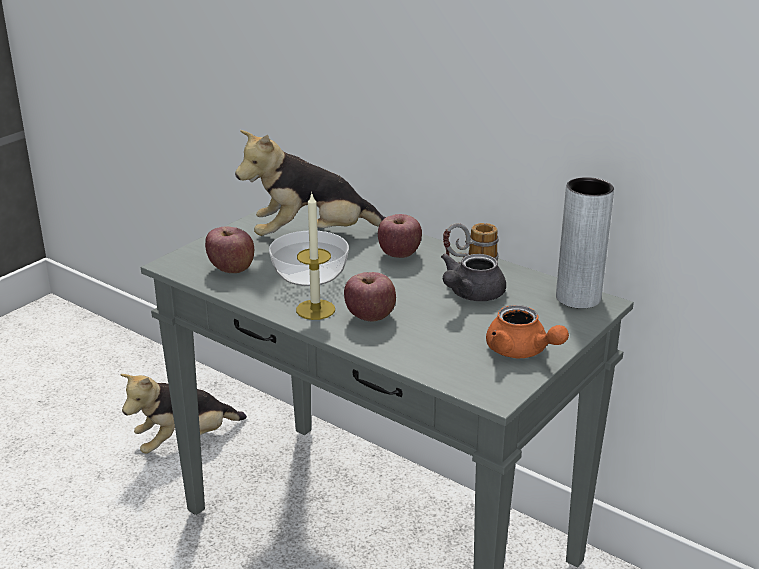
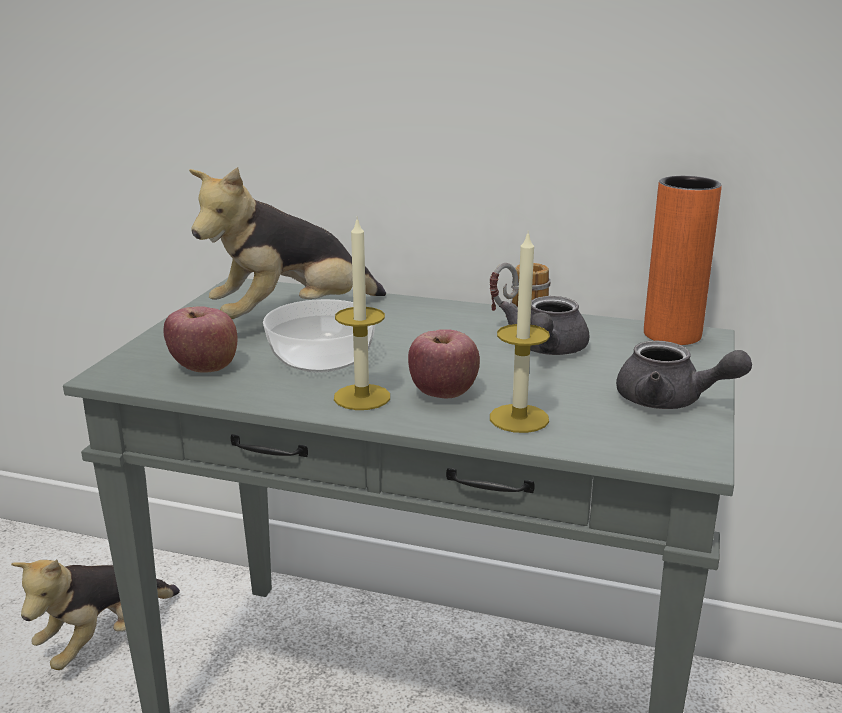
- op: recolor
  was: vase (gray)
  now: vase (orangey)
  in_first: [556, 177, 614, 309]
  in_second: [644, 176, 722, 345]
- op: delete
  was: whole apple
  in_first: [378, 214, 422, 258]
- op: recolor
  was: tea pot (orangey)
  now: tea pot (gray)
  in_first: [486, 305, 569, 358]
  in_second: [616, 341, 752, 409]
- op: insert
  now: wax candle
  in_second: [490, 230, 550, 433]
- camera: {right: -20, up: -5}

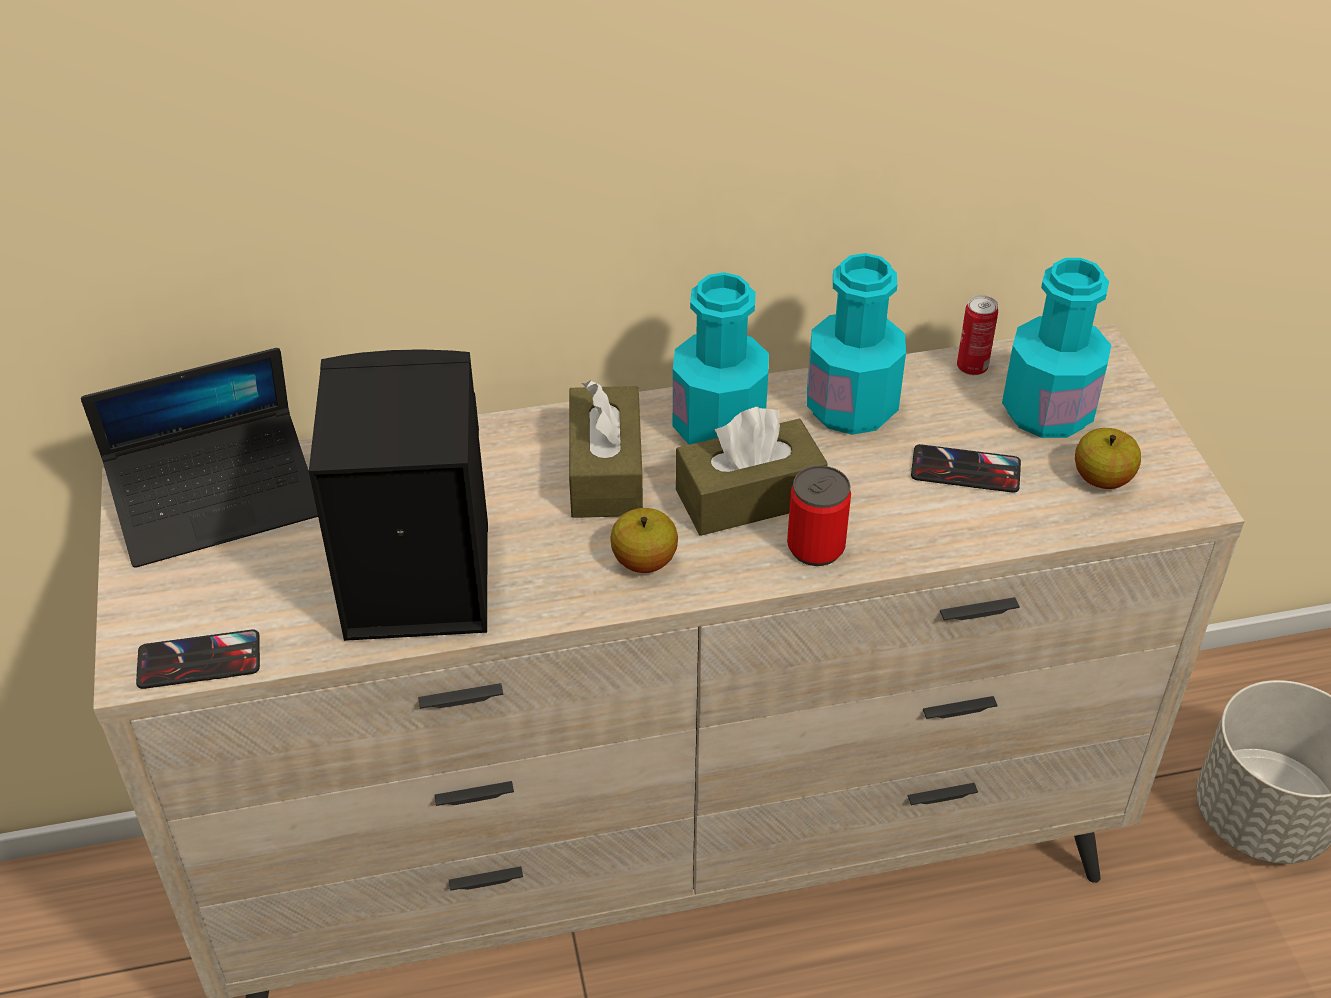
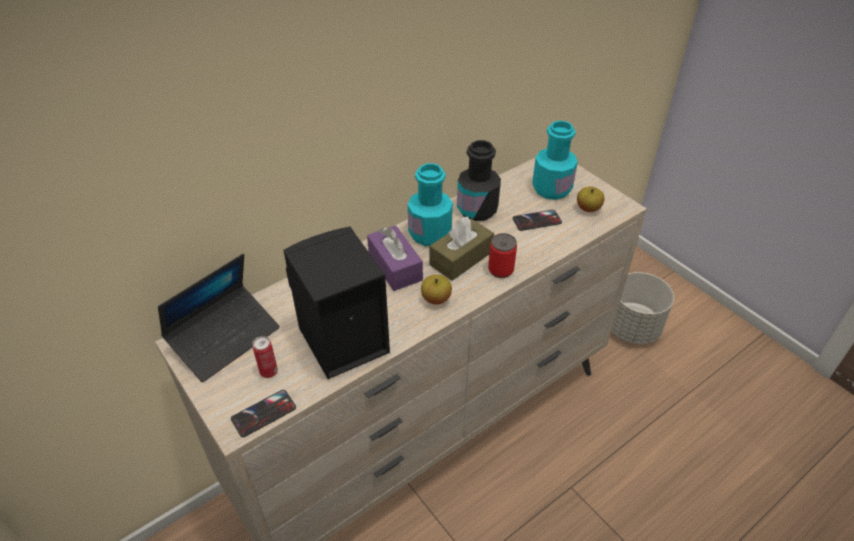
- op: recolor
  was: drink bottle (turquoise)
  now: drink bottle (blackish)
  in_first: [807, 253, 906, 435]
  in_second: [457, 140, 501, 221]
- op: move
  was: metal can
  in_first: [957, 295, 998, 375]
  in_second: [252, 336, 278, 378]
- op: recolor
  was: box of tissues (brown-coloured)
  now: box of tissues (purple-coloured)
  in_first: [569, 380, 643, 518]
  in_second: [367, 225, 423, 291]
- camera: {right: -25, up: 0}

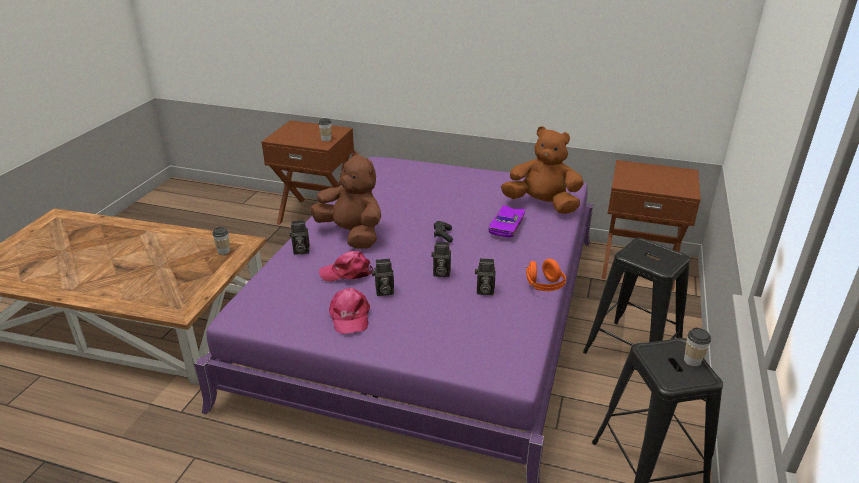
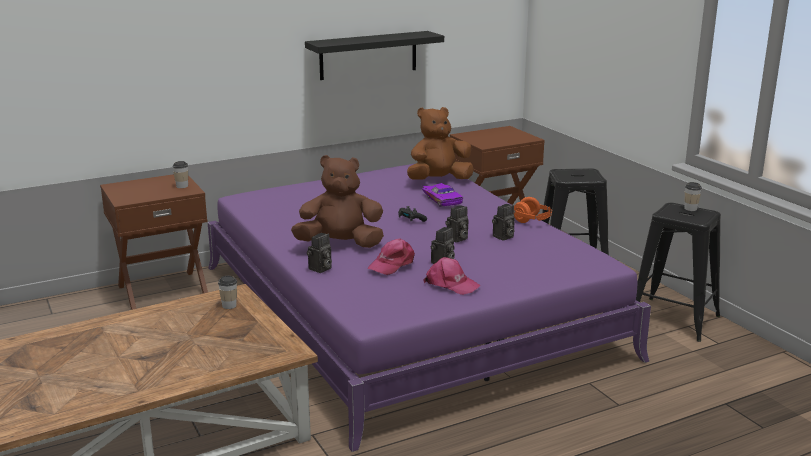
- op: insert
  now: shelf (blackish)
  in_second: [305, 31, 444, 80]
- camera: {right: -45, up: -10}

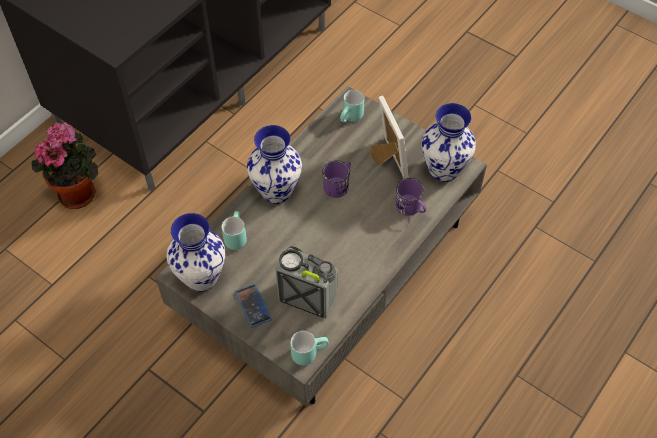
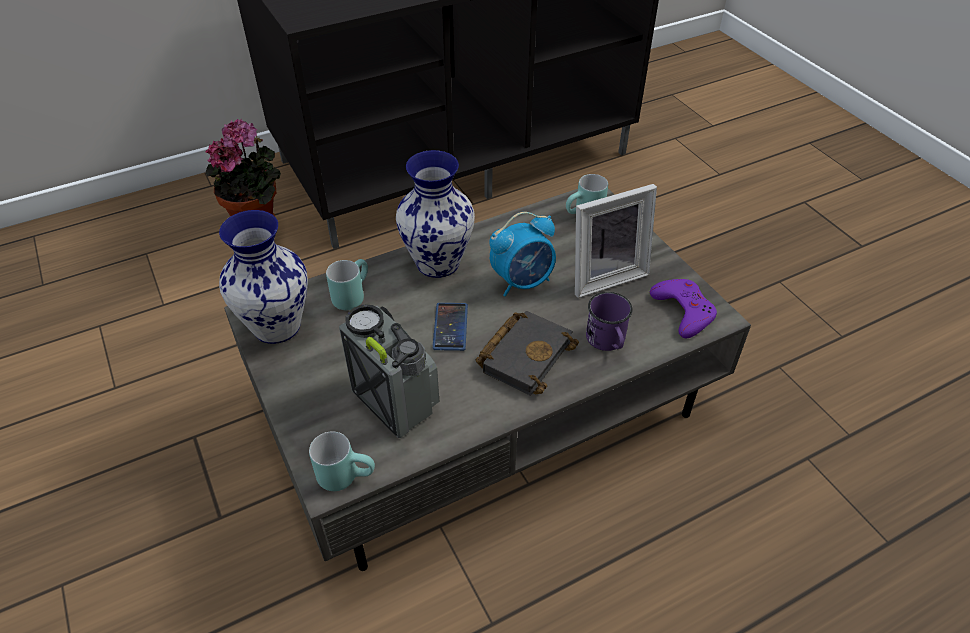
- op: rotate
  was: photo frame
  in_first: [371, 96, 409, 179]
  in_second: [575, 184, 657, 298]
  clockwise: 60
- op: replace
  was: vase
  now: joypad (purple-coloured)
  in_first: [422, 103, 476, 182]
  in_second: [650, 279, 717, 338]
- op: replace
  was: mug (purple-coloured)
  now: bedside clock
  in_first: [322, 160, 351, 198]
  in_second: [489, 212, 556, 297]
- op: move
  was: handset
  in_first: [235, 284, 272, 328]
  in_second: [433, 303, 468, 351]
- op: insert
  now: book (blackish)
  in_second: [476, 311, 579, 396]
- camera: {right: 25, up: -10}

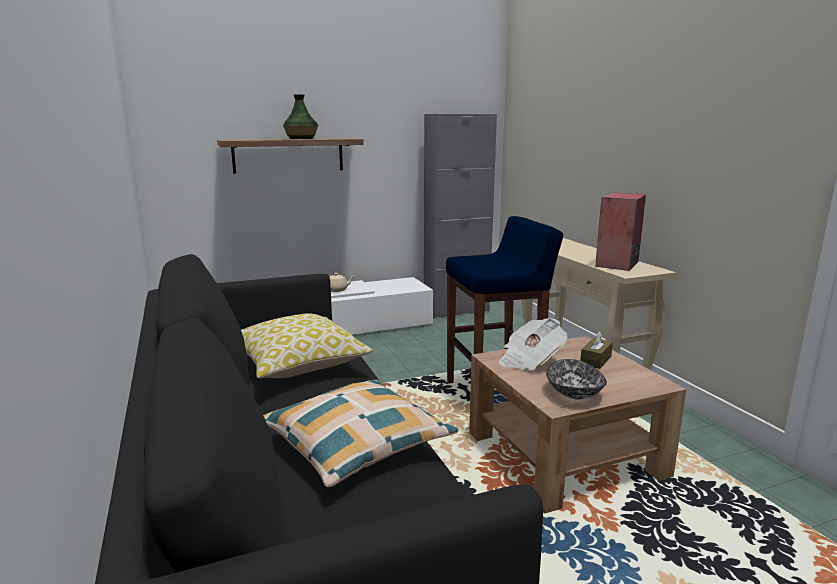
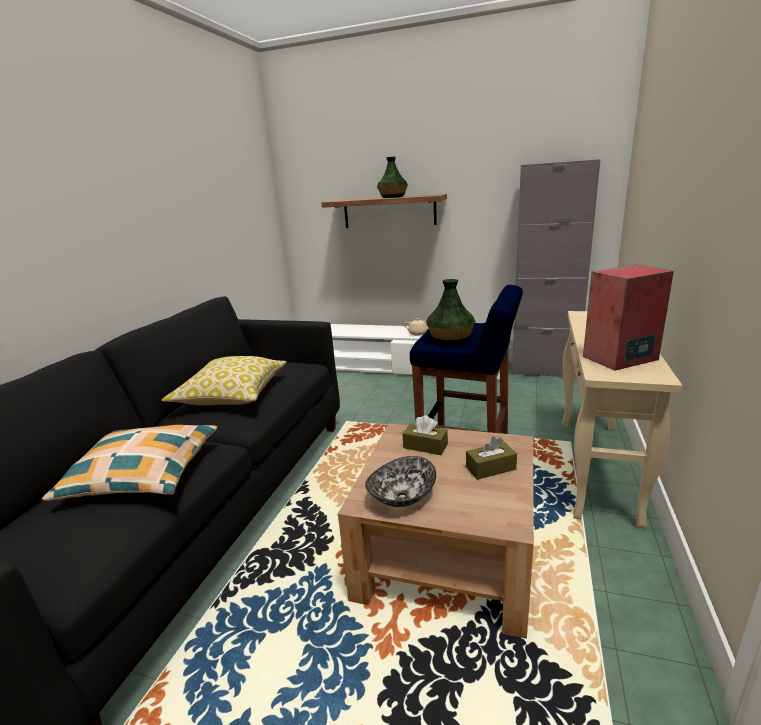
- op: replace
  was: printed paper
  now: box of tissues (brown-coloured)
  in_first: [499, 318, 568, 371]
  in_second: [402, 415, 448, 455]
- op: insert
  now: vase
  in_second: [426, 279, 476, 344]
- camera: {right: 40, up: 5}

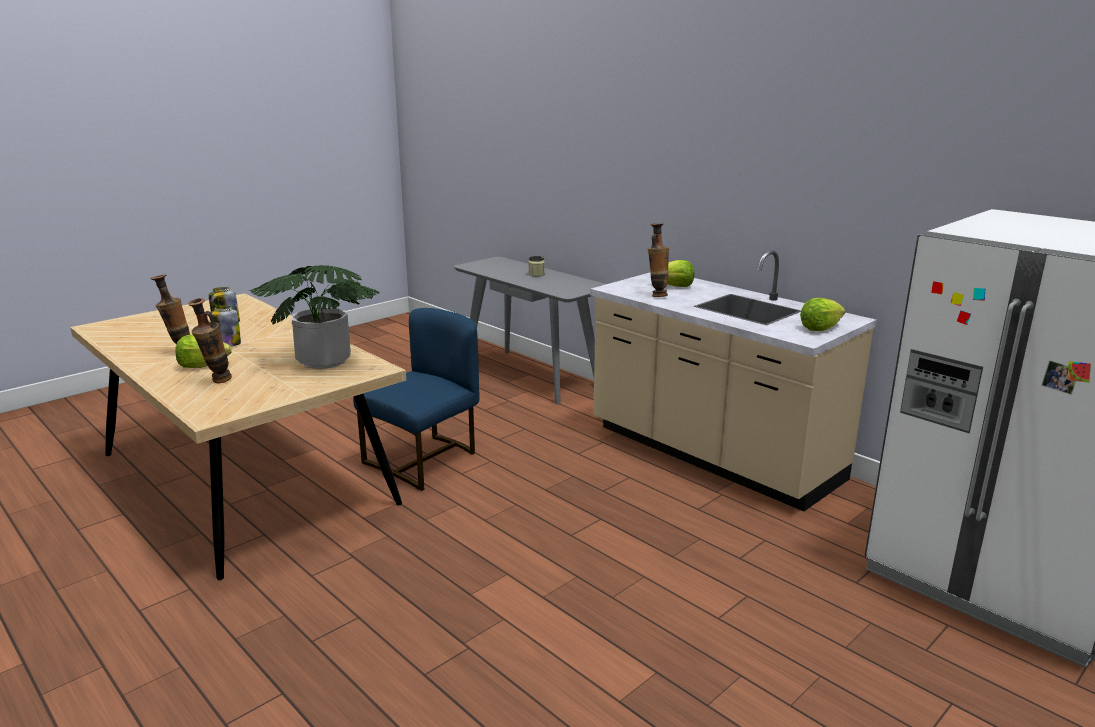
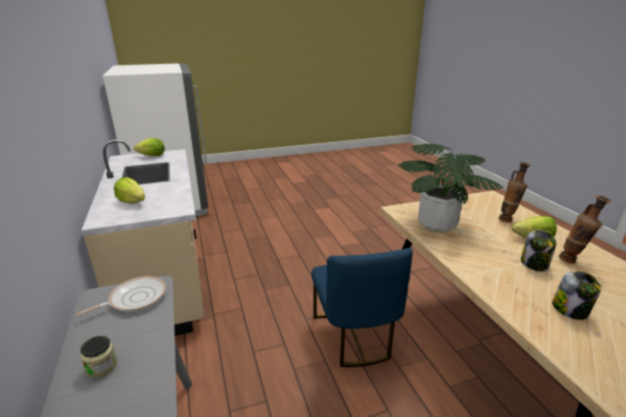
- op: delete
  was: vase
  in_first: [648, 223, 669, 297]
- op: rotate
  was: upright chair (blue-coloured)
  in_first: [353, 308, 480, 491]
  in_second: [312, 248, 413, 367]
  clockwise: -75
- op: insert
  now: frying pan
  in_second: [76, 276, 166, 316]
- camera: {right: -155, up: 5}

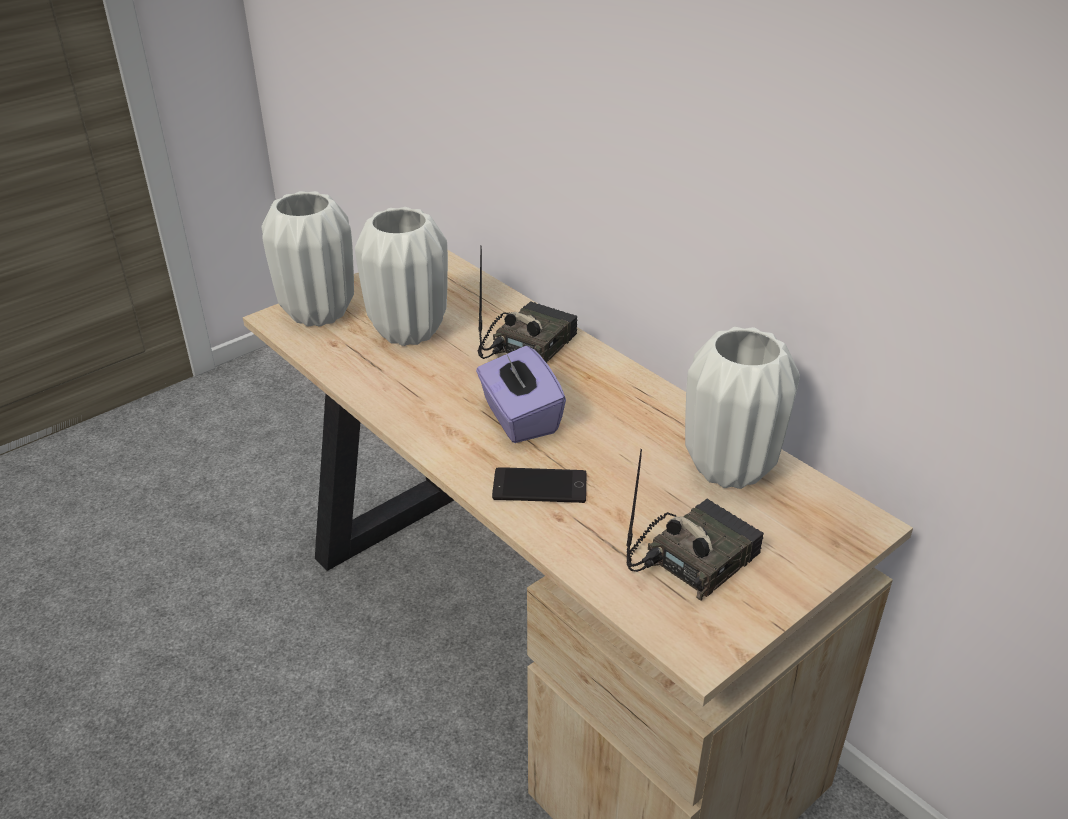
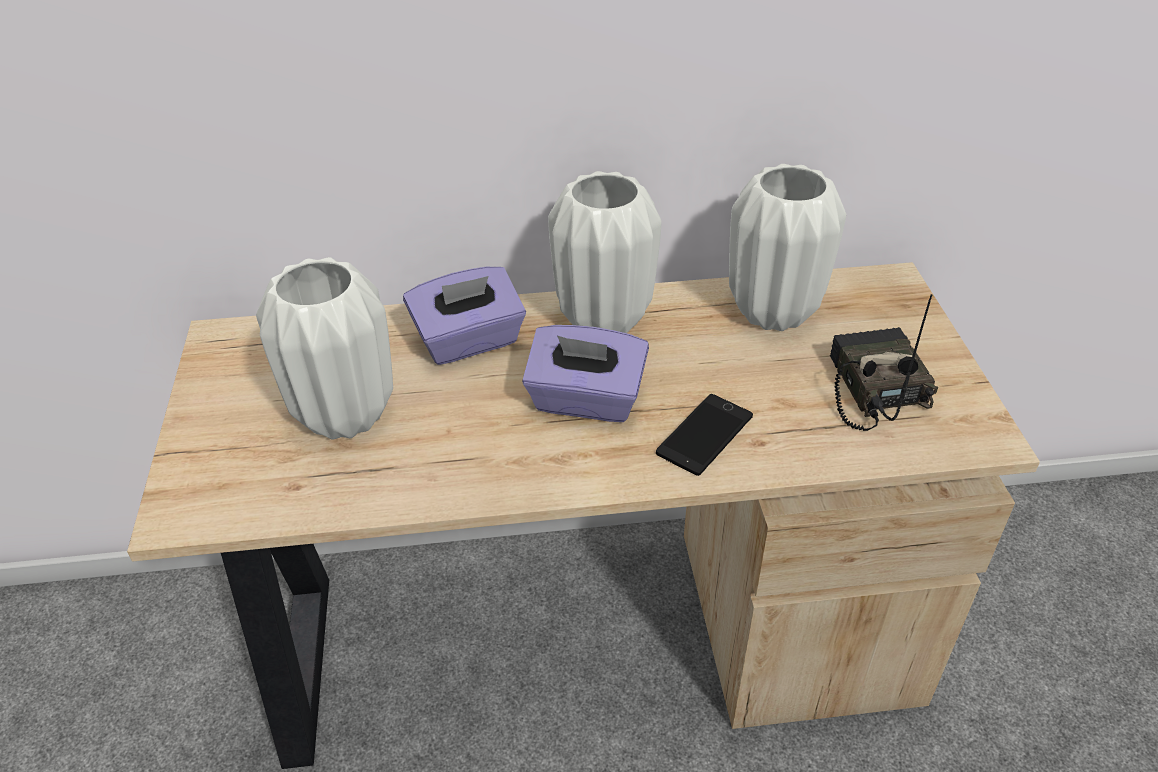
- op: move
  was: vase (whitish)
  in_first: [261, 191, 354, 327]
  in_second: [548, 171, 661, 333]
- op: replace
  was: radio receiver
  now: box of tissues (purple-coloured)
  in_first: [478, 245, 578, 363]
  in_second: [403, 267, 526, 365]
- camera: {right: -55, up: 5}

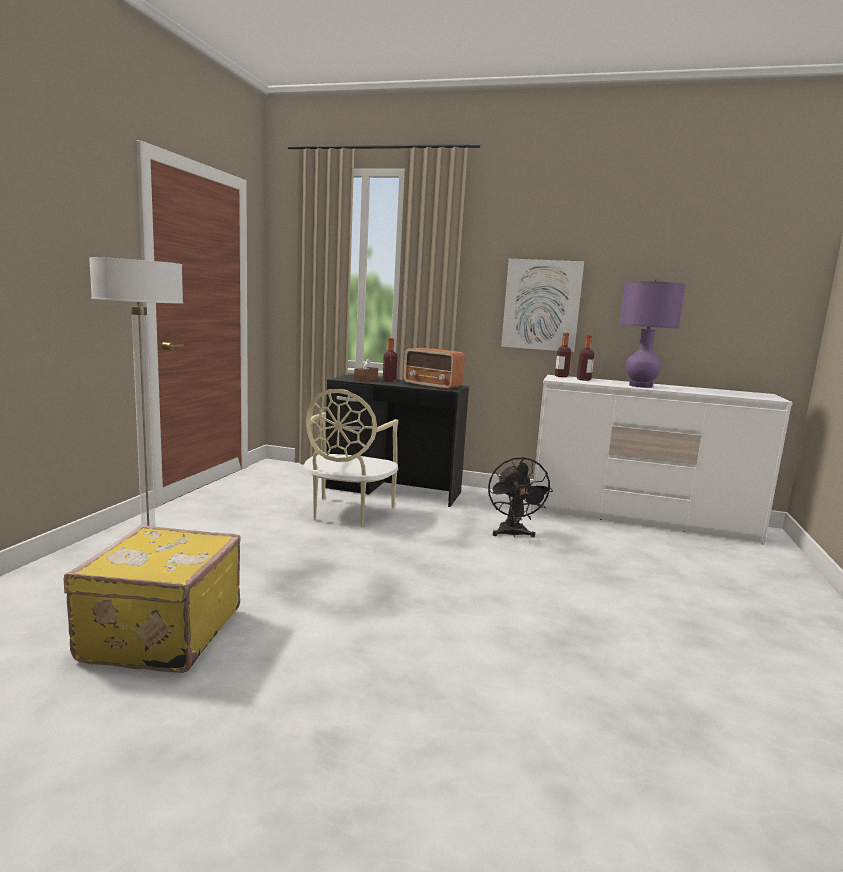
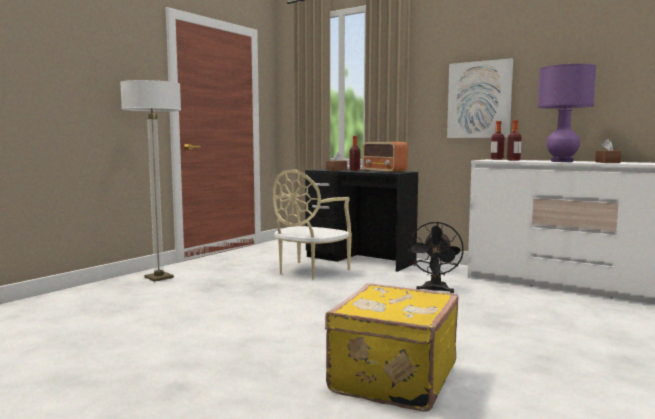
- op: move
  was: piece of luggage (yellowish)
  in_first: [63, 525, 241, 673]
  in_second: [325, 283, 459, 412]
- op: insert
  now: box of tissues (brown-coloured)
  in_second: [595, 139, 621, 163]
- camera: {right: 20, up: -5}

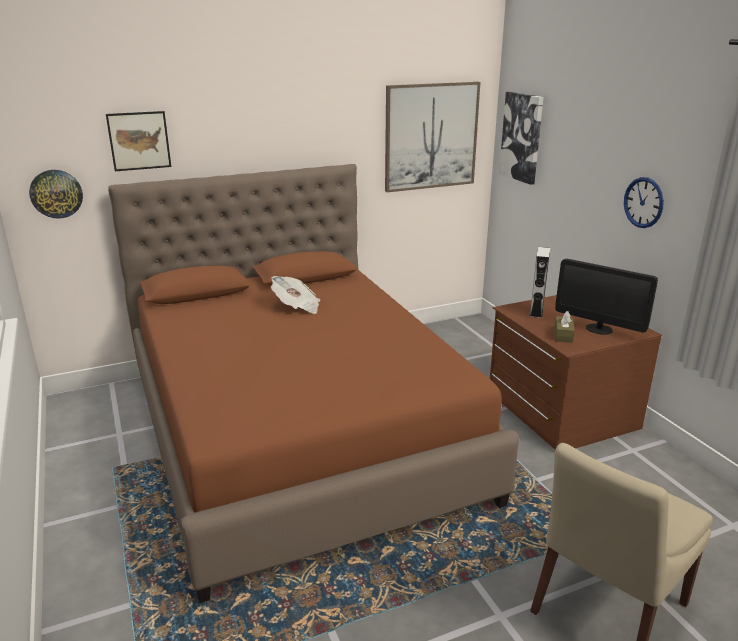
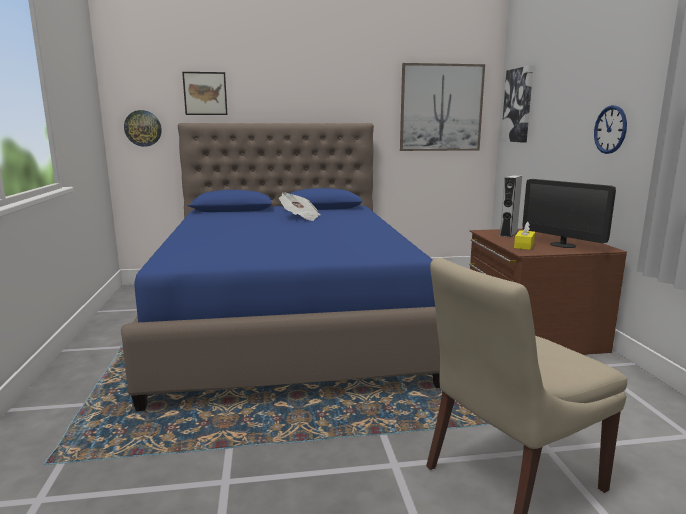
- op: recolor
  was: bed (brown-coloured)
  now: bed (blue-coloured)
  in_first: [108, 164, 519, 603]
  in_second: [121, 123, 440, 411]
- op: recolor
  was: box of tissues (brown-coloured)
  now: box of tissues (yellowish)
  in_first: [554, 311, 575, 343]
  in_second: [514, 222, 535, 250]
- camera: {right: 15, up: -10}

